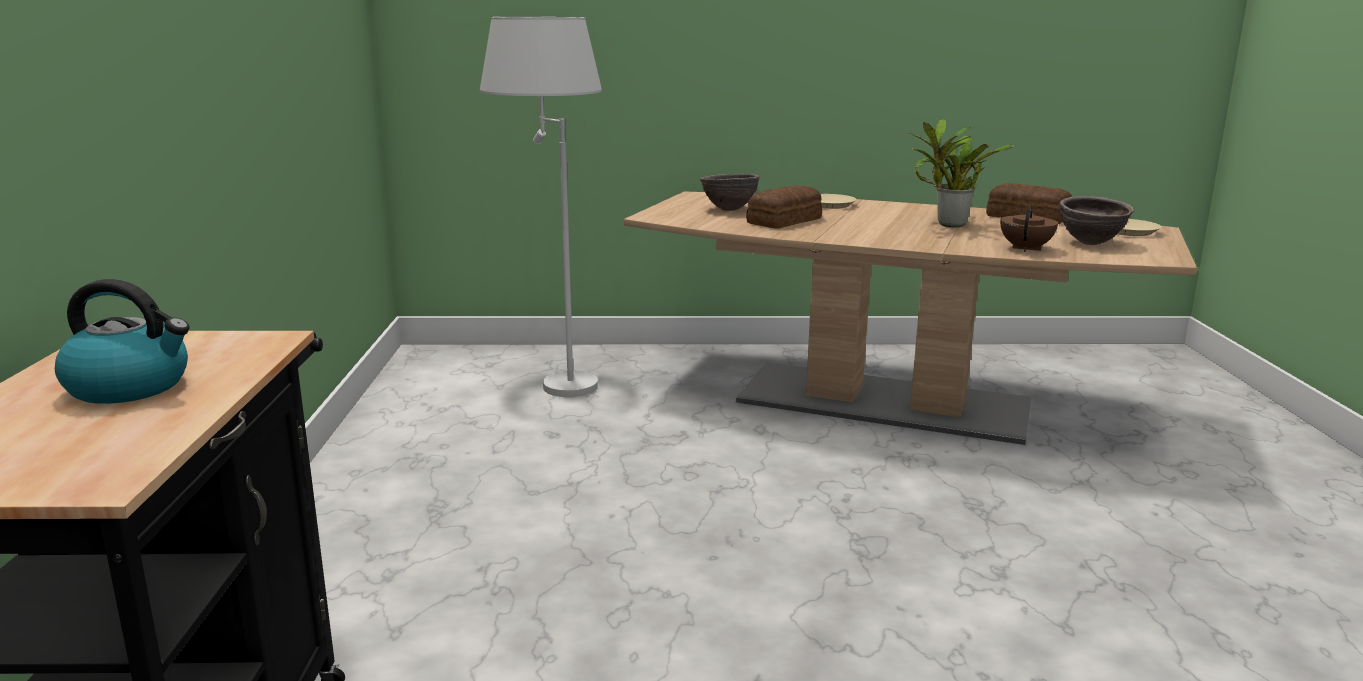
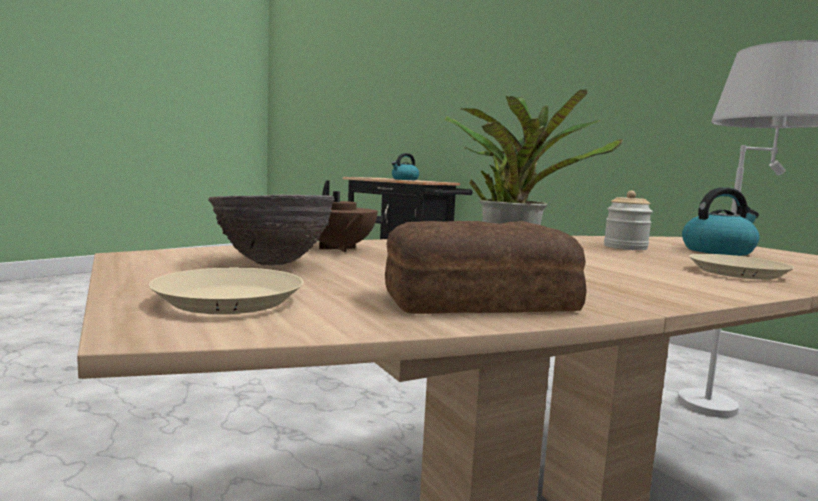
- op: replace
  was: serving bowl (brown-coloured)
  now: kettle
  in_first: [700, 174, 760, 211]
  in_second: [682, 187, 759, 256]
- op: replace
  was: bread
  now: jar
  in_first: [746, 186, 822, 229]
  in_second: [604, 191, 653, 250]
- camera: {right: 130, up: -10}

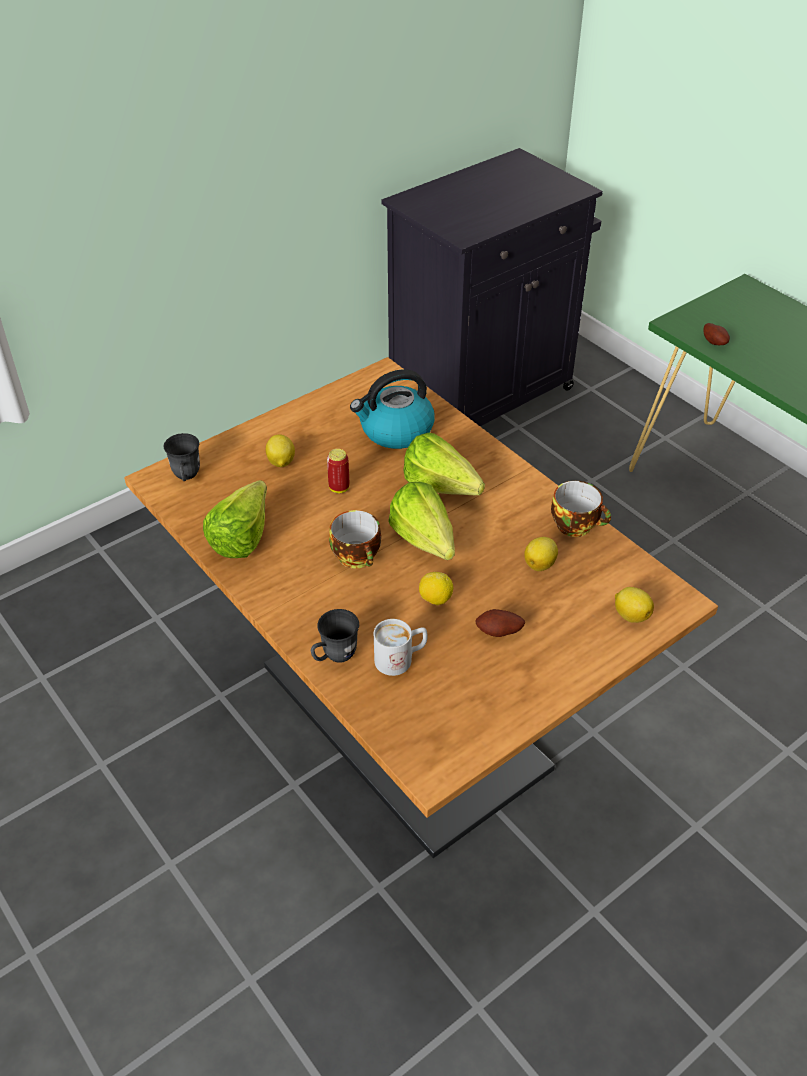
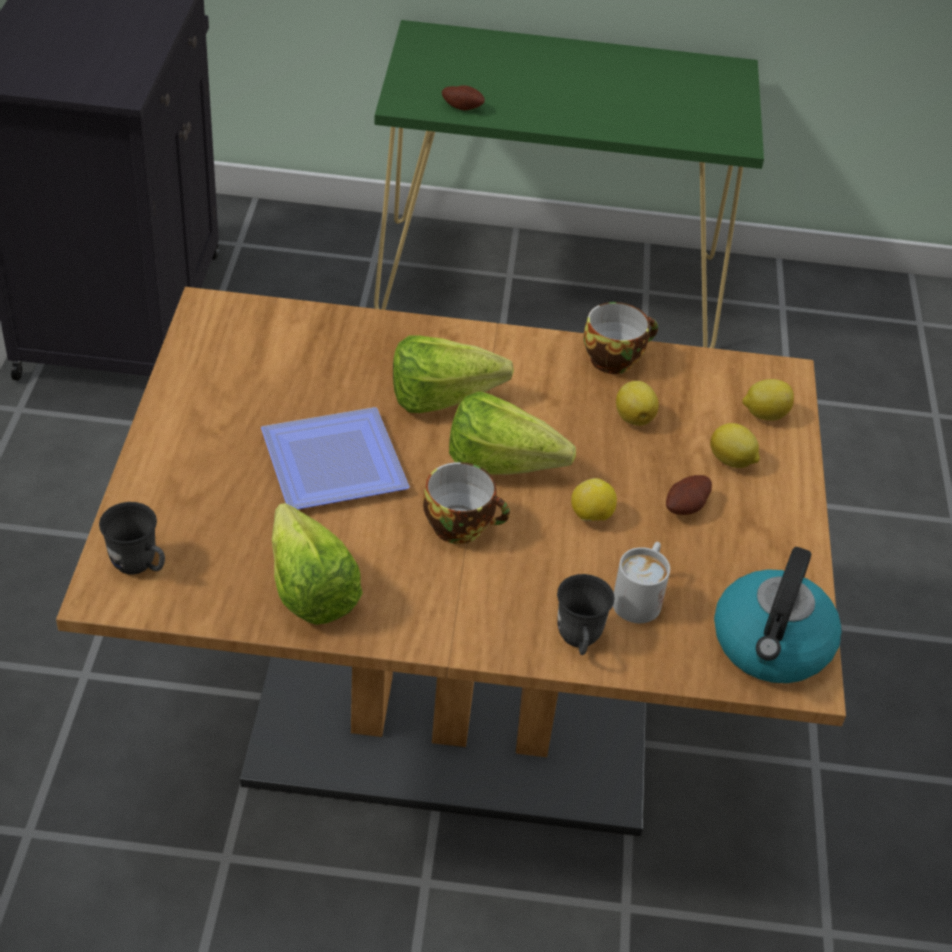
- op: move
  was: kettle
  in_first: [350, 369, 435, 449]
  in_second: [714, 547, 842, 683]
- op: move
  was: citrus fruit
  in_first: [266, 435, 295, 467]
  in_second: [710, 423, 760, 468]
- op: replace
  was: metal can
  now: dinner plate
  in_first: [327, 449, 350, 493]
  in_second: [261, 407, 410, 509]
- camera: {right: -50, up: 0}

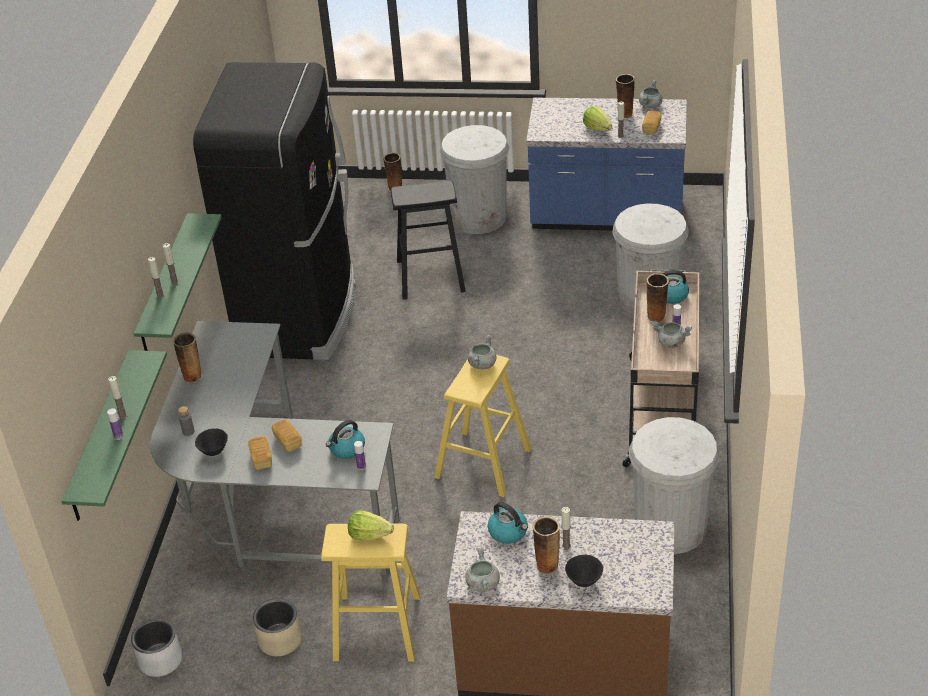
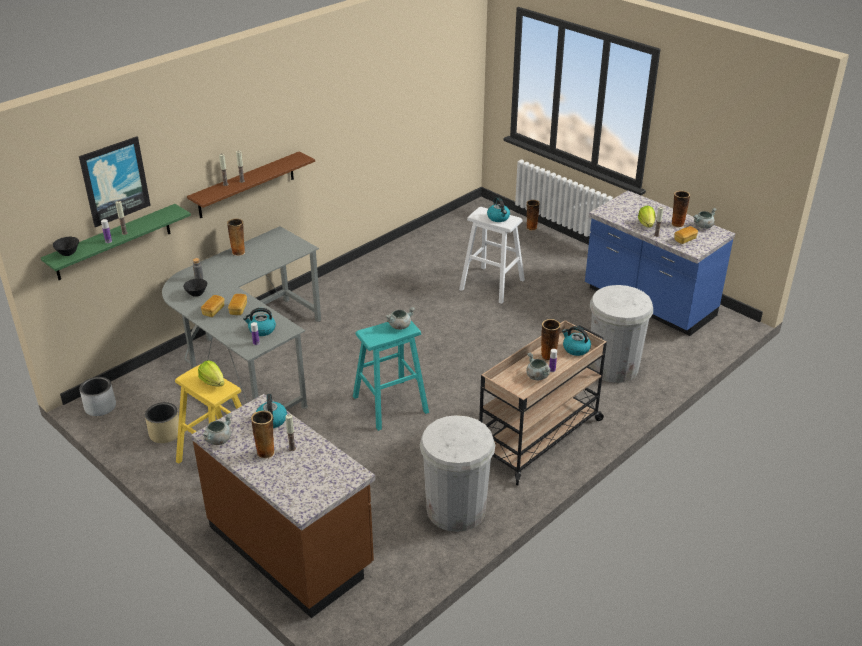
- op: delete
  was: fridge (blackish)
  in_first: [193, 62, 355, 360]
- op: delete
  was: rubbish bin (whitish)
  in_first: [440, 125, 509, 234]
- op: recolor
  was: stool seat (blackish)
  now: stool seat (whitish)
  in_first: [390, 180, 466, 300]
  in_second: [459, 207, 525, 304]
- op: recolor
  was: shelf (green)
  now: shelf (brown-coloured)
  in_first: [133, 213, 222, 351]
  in_second: [187, 152, 315, 218]
- op: recolor
  was: stool seat (yellowish)
  now: stool seat (turquoise)
  in_first: [434, 355, 532, 497]
  in_second: [353, 321, 429, 431]
- op: move
  was: serving bowl (blackish)
  in_first: [565, 555, 603, 587]
  in_second: [53, 236, 79, 256]
- op: insert
  now: wall art
  in_second: [79, 136, 151, 227]
- op: insert
  now: kettle
  in_second: [487, 197, 510, 222]
- camera: {right: 35, up: -5}

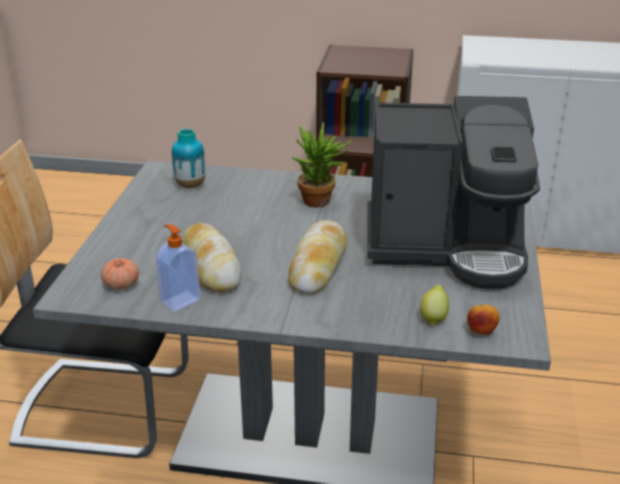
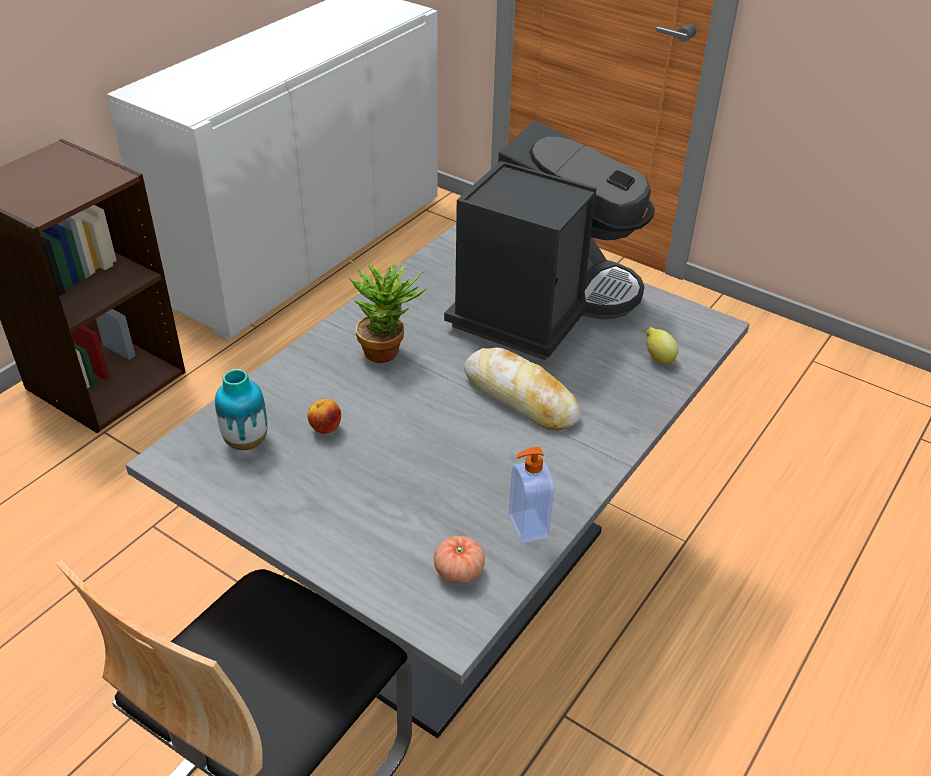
- op: delete
  was: bread
  in_first: [182, 223, 241, 292]
- op: move
  was: whole apple
  in_first: [467, 305, 500, 335]
  in_second: [307, 399, 341, 434]
- camera: {right: -65, up: 10}

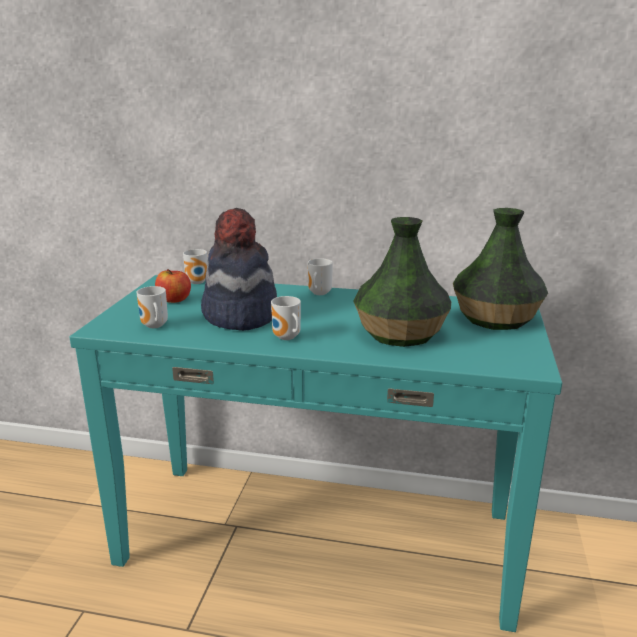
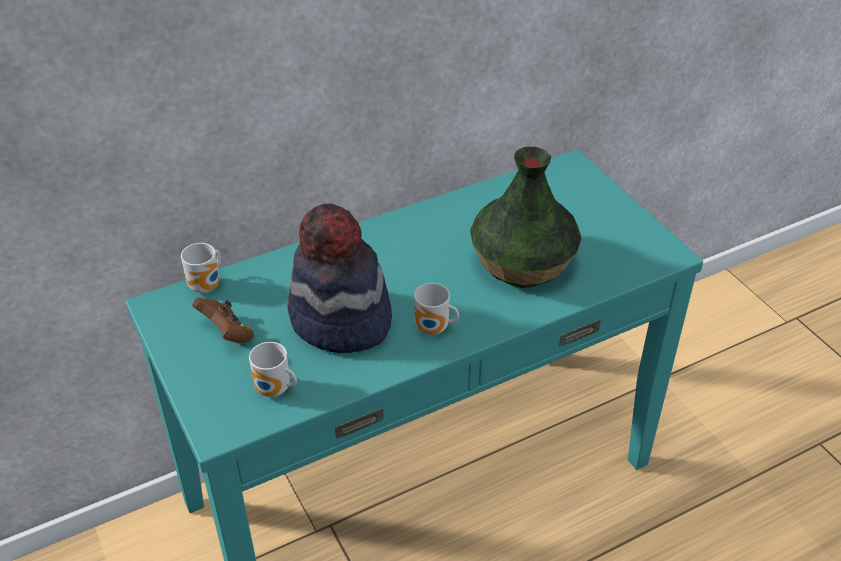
- op: delete
  was: vase
  in_first: [453, 208, 548, 330]
- op: delete
  was: mug
  in_first: [308, 258, 333, 295]
- op: replace
  was: whole apple
  now: joypad (brown-coloured)
  in_first: [155, 269, 191, 303]
  in_second: [192, 298, 254, 343]
- camera: {right: -40, up: 20}

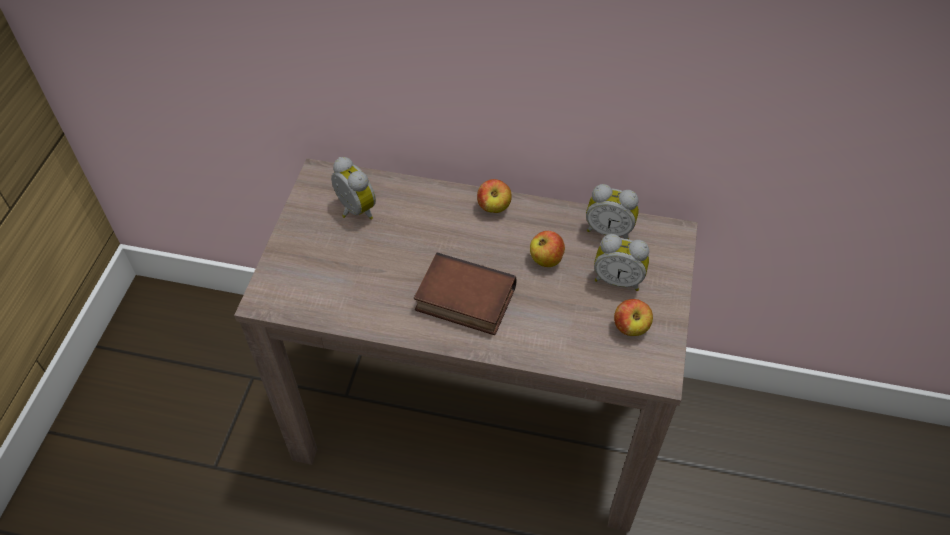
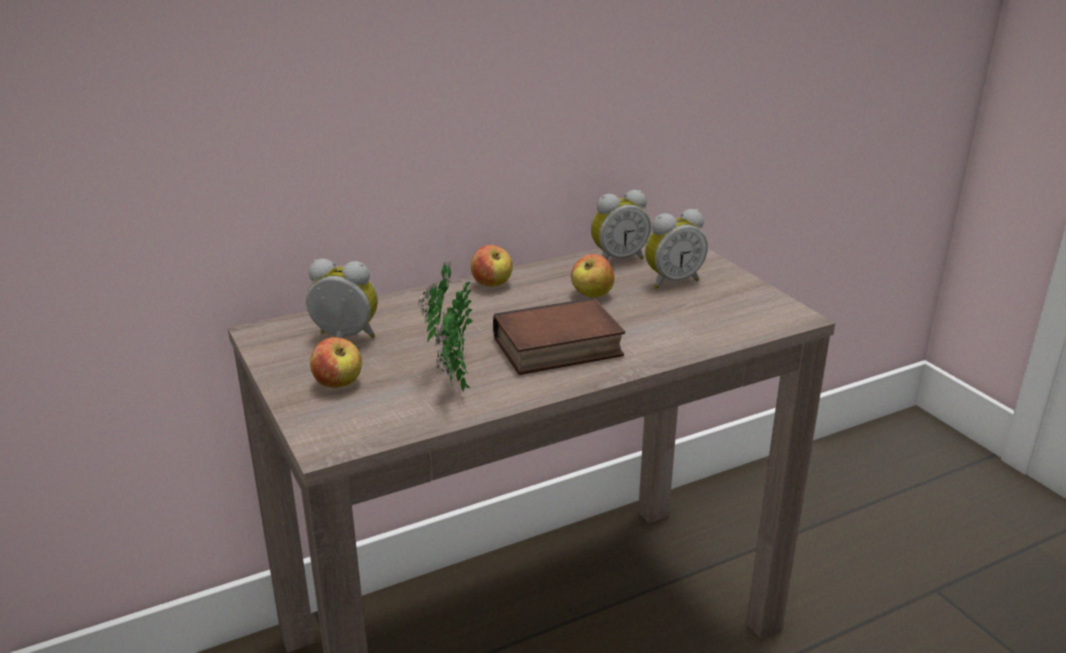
- op: move
  was: whole apple
  in_first: [614, 299, 653, 336]
  in_second: [310, 337, 362, 388]
- op: insert
  now: plant in a pot
  in_second: [418, 258, 473, 392]
- camera: {right: -40, up: -25}

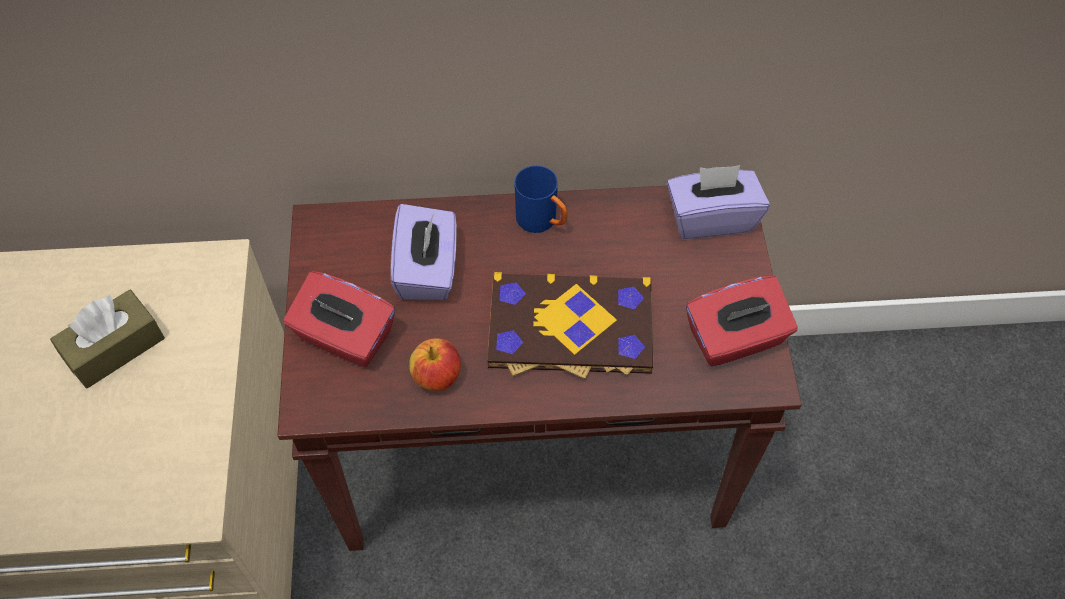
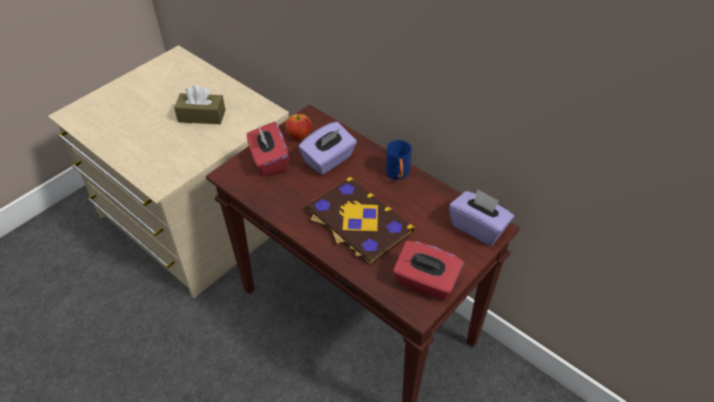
- op: move
  was: whole apple
  in_first: [409, 339, 461, 391]
  in_second: [285, 114, 312, 140]
- camera: {right: 45, up: -10}

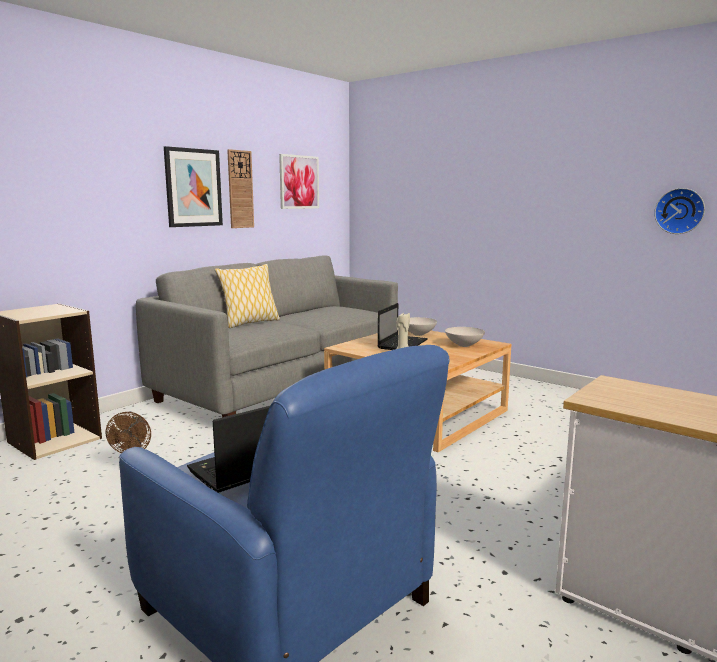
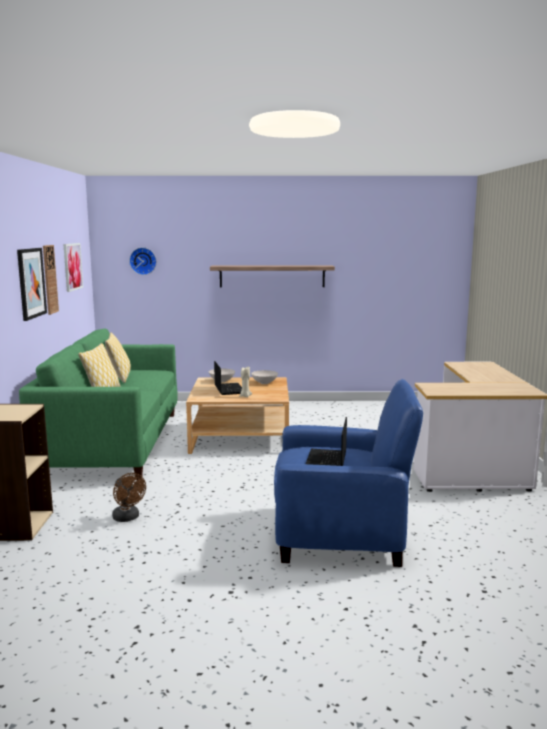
- op: move
  was: hanging clock
  in_first: [654, 188, 705, 234]
  in_second: [129, 247, 157, 275]
- op: recolor
  was: sofa (gray)
  now: sofa (green)
  in_first: [136, 256, 398, 417]
  in_second: [19, 329, 178, 480]
- op: insert
  now: shelf
  in_second: [210, 266, 335, 287]
- op: insert
  now: cushion
  in_second: [105, 333, 131, 383]
- camera: {right: -40, up: 0}

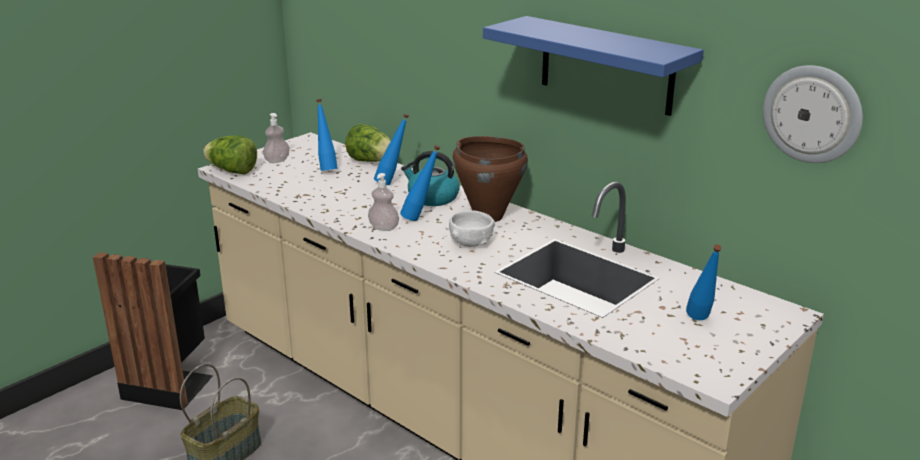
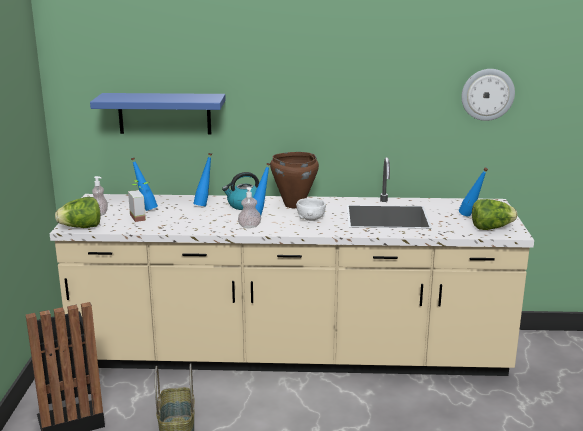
- op: move
  was: shelf (blue-coloured)
  in_first: [483, 16, 704, 116]
  in_second: [90, 93, 226, 134]
- op: move
  was: lettuce
  in_first: [345, 124, 391, 162]
  in_second: [472, 199, 517, 230]
- op: insert
  now: plant in a pot
  in_second: [128, 180, 149, 222]
- camera: {right: -40, up: -5}

